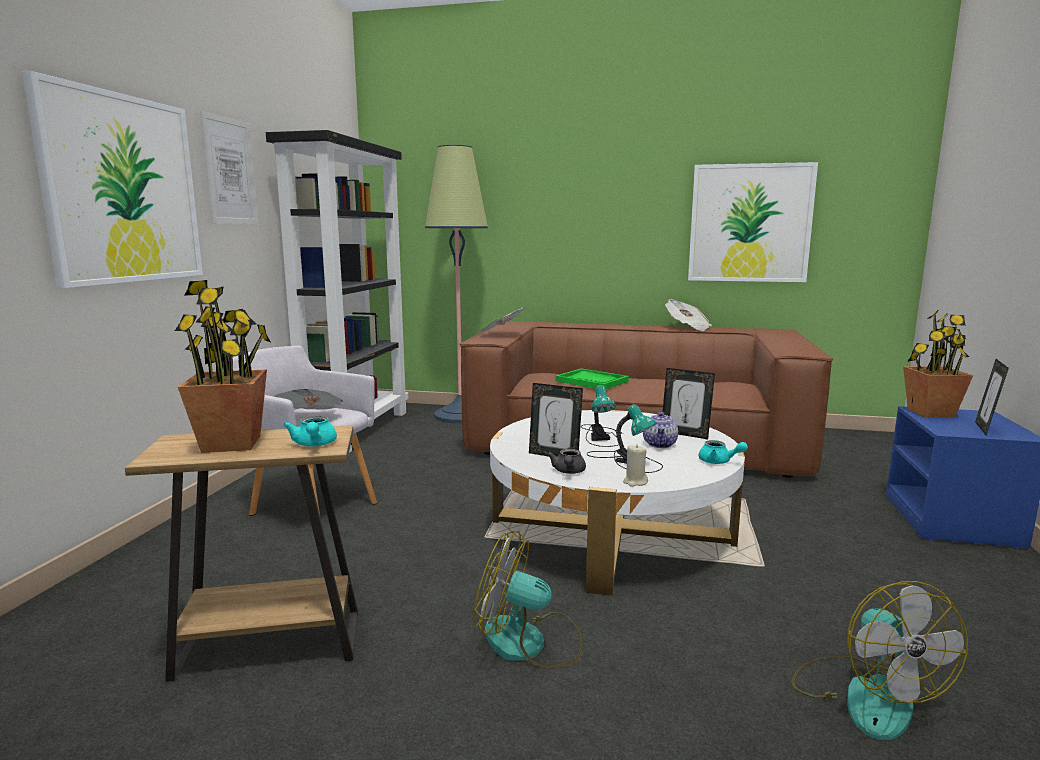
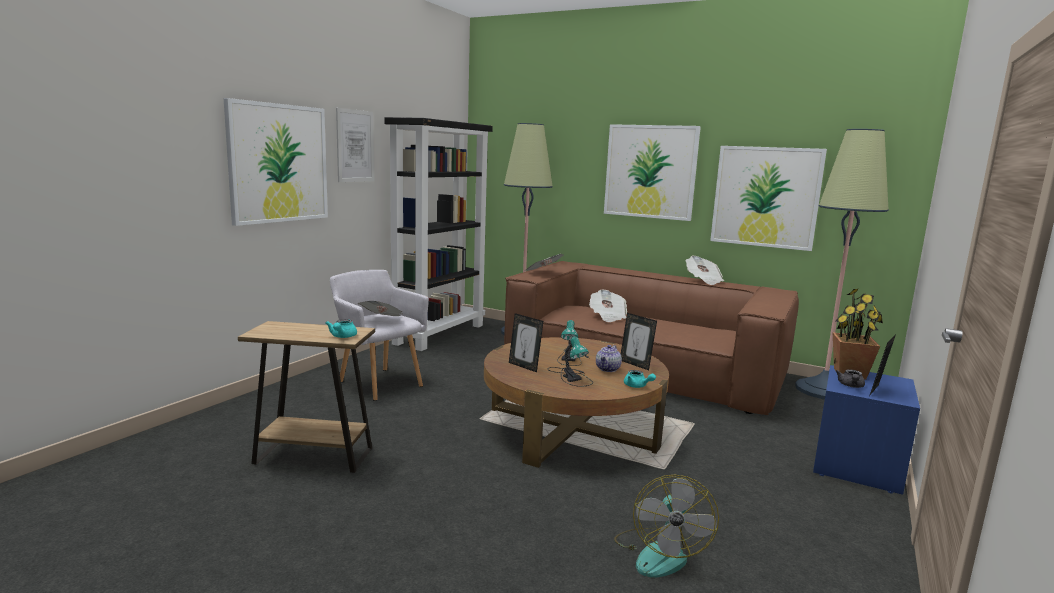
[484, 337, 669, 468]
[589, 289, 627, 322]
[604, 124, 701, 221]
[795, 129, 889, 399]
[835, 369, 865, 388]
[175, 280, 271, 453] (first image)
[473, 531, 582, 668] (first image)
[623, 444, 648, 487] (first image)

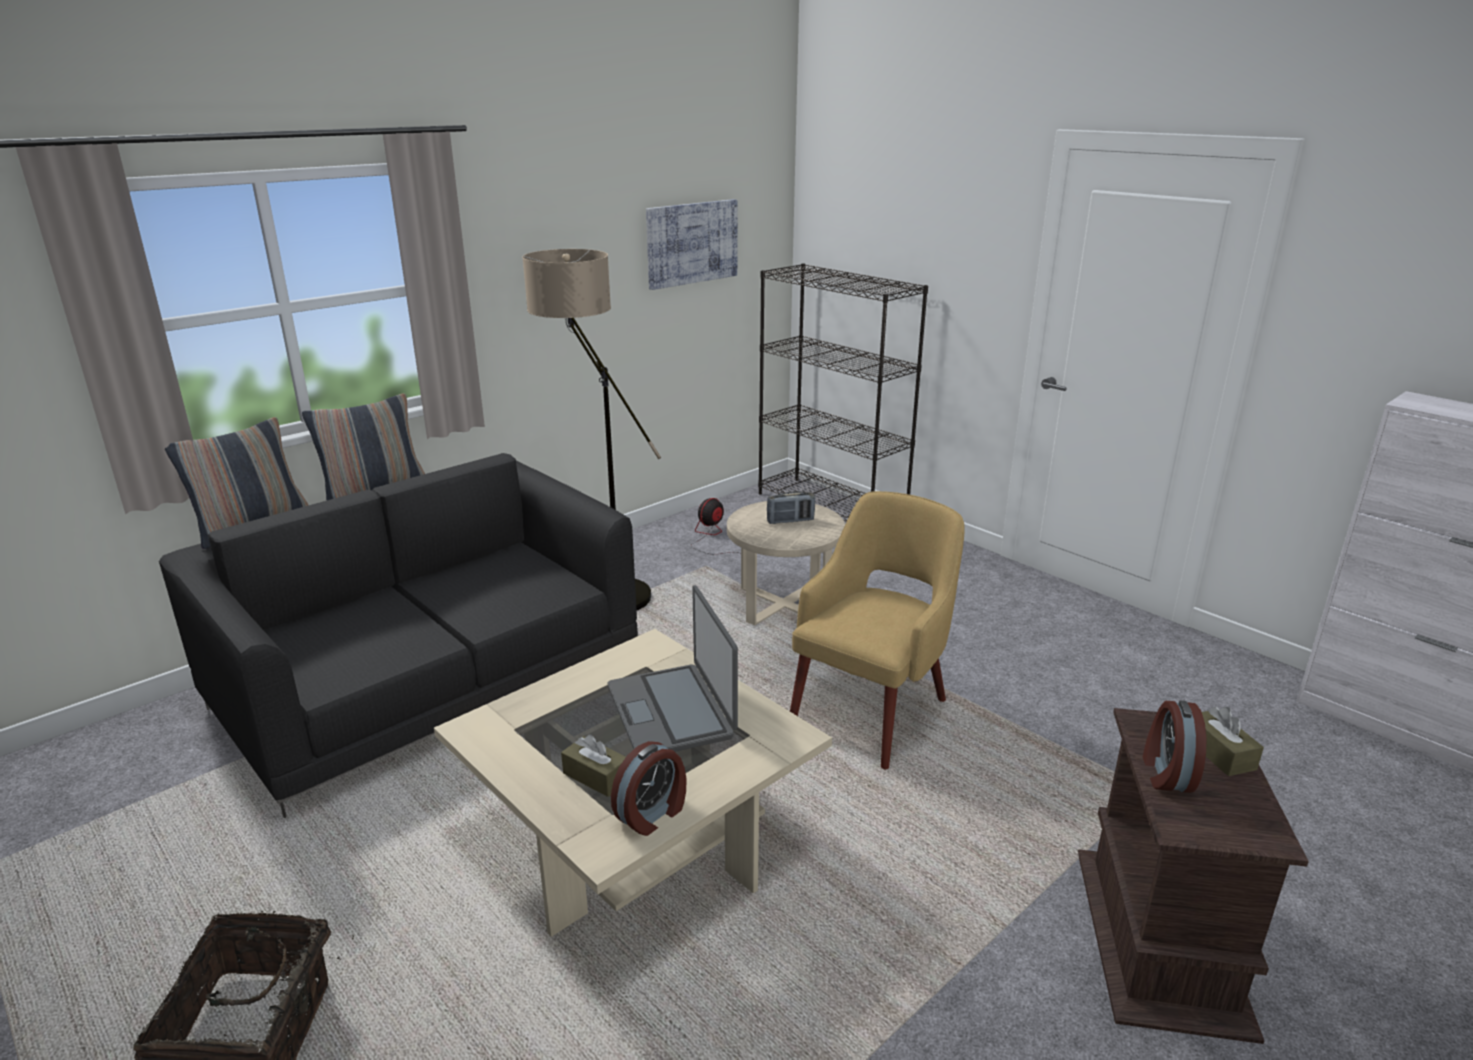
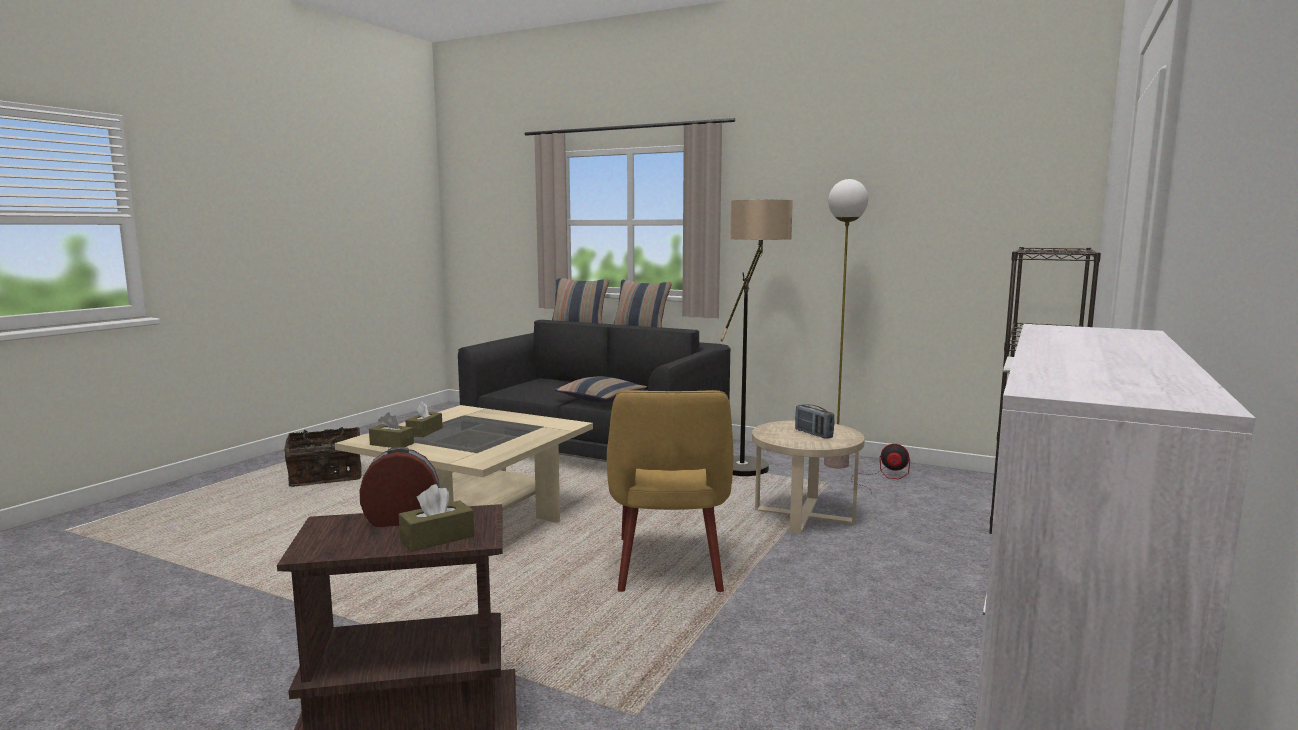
[369, 413, 414, 448]
[553, 377, 647, 402]
[607, 390, 733, 592]
[824, 179, 868, 468]
[608, 585, 738, 752] (first image)
[646, 199, 737, 290] (first image)

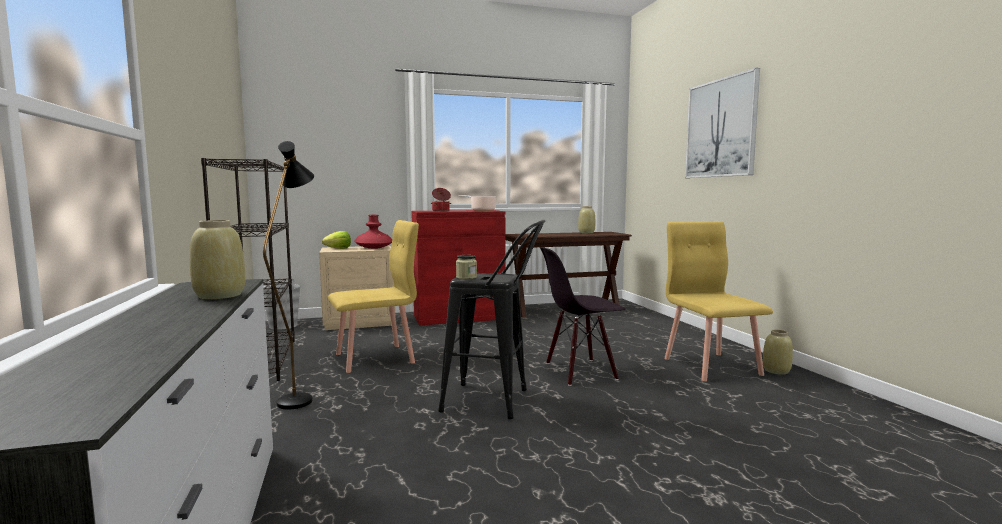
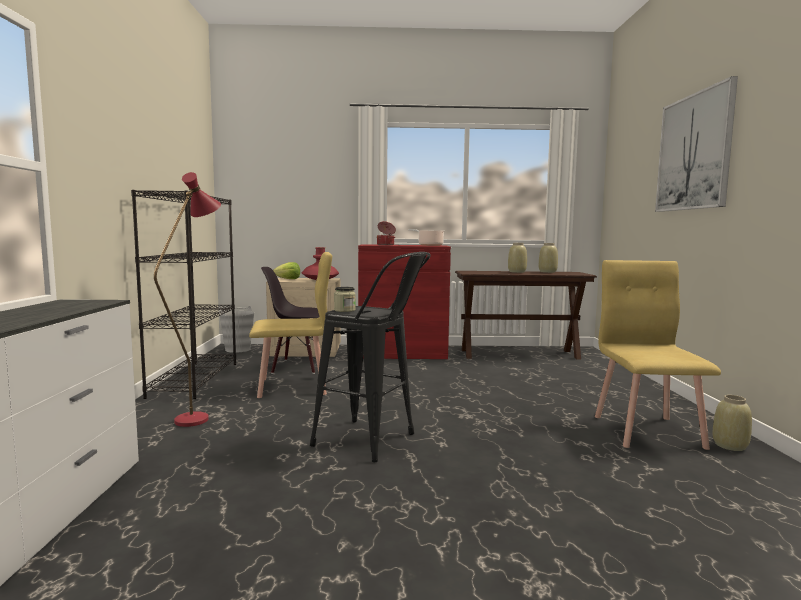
[154, 172, 221, 427]
[261, 267, 328, 374]
[508, 243, 527, 273]

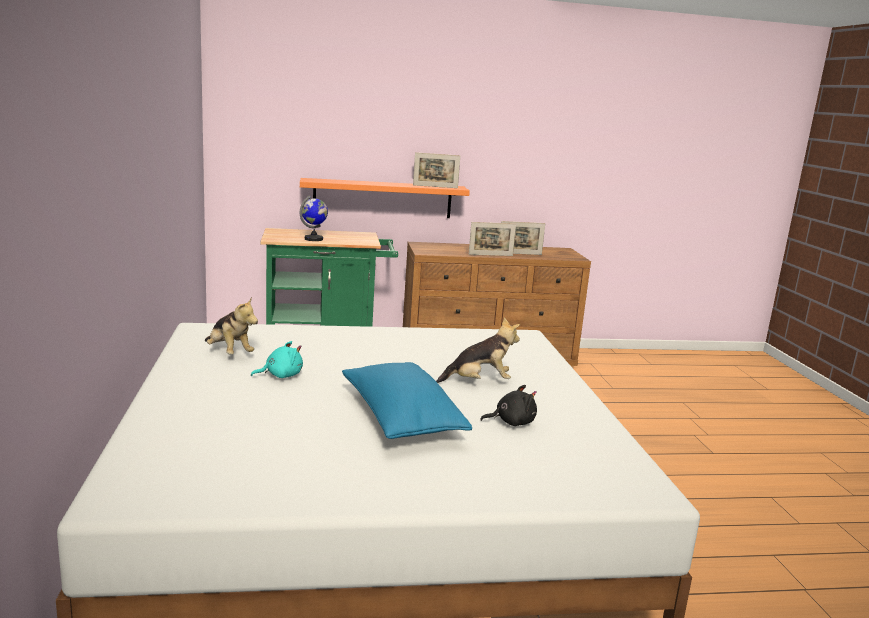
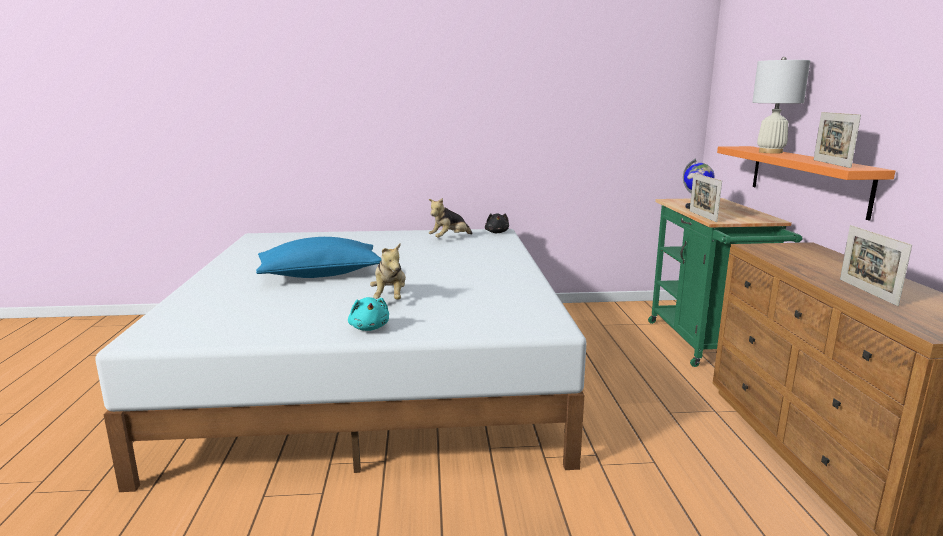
[348, 297, 389, 331]
[485, 213, 509, 233]
[690, 173, 722, 222]
[752, 57, 810, 153]

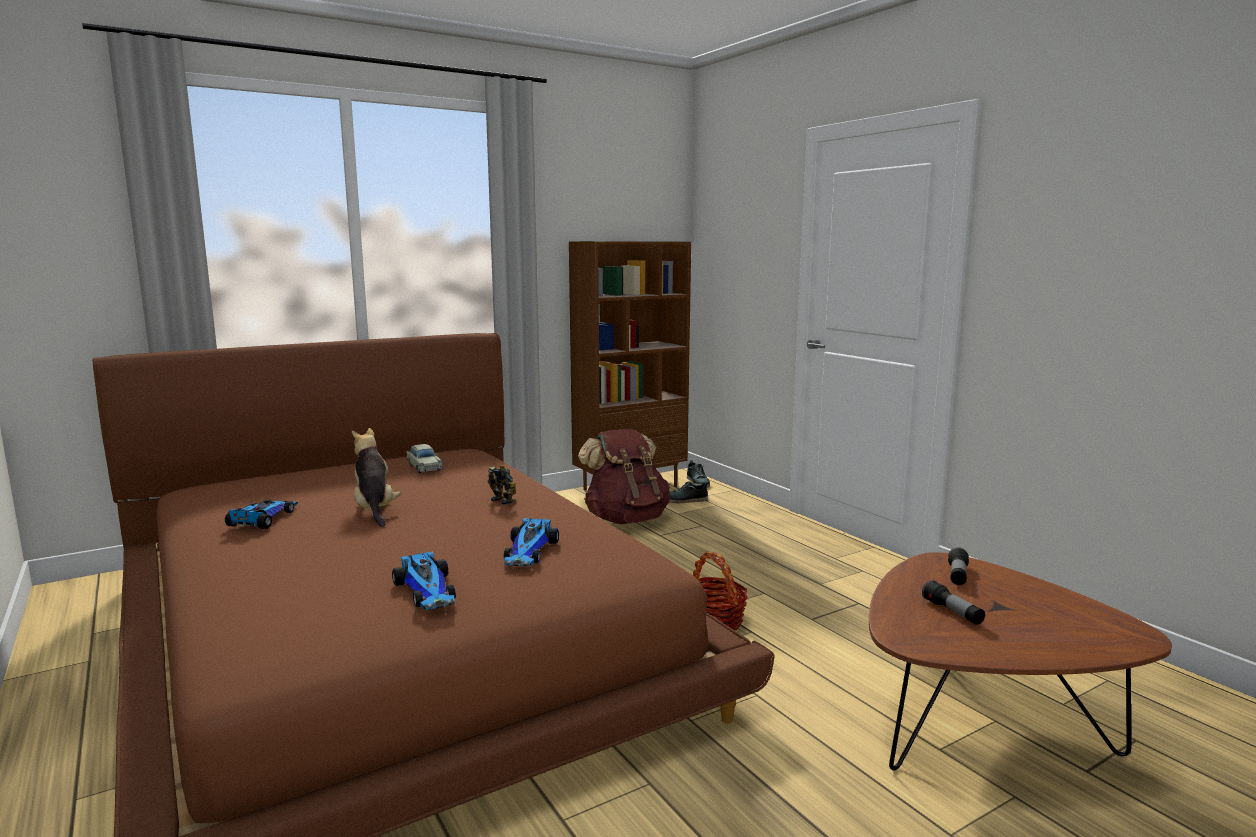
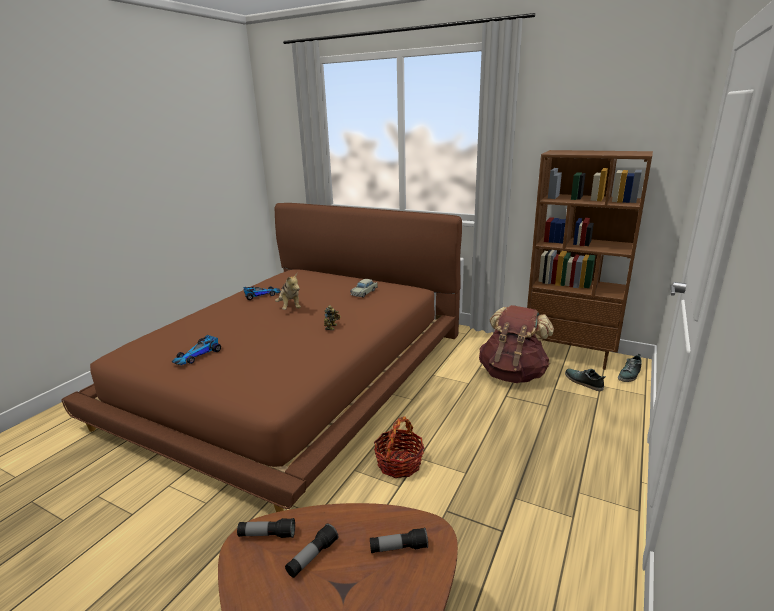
[237, 518, 295, 538]
[275, 273, 301, 310]
[503, 518, 559, 566] (first image)

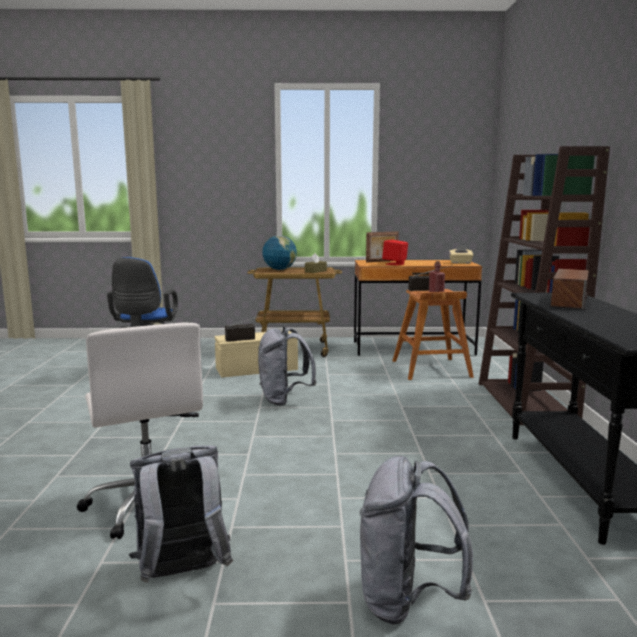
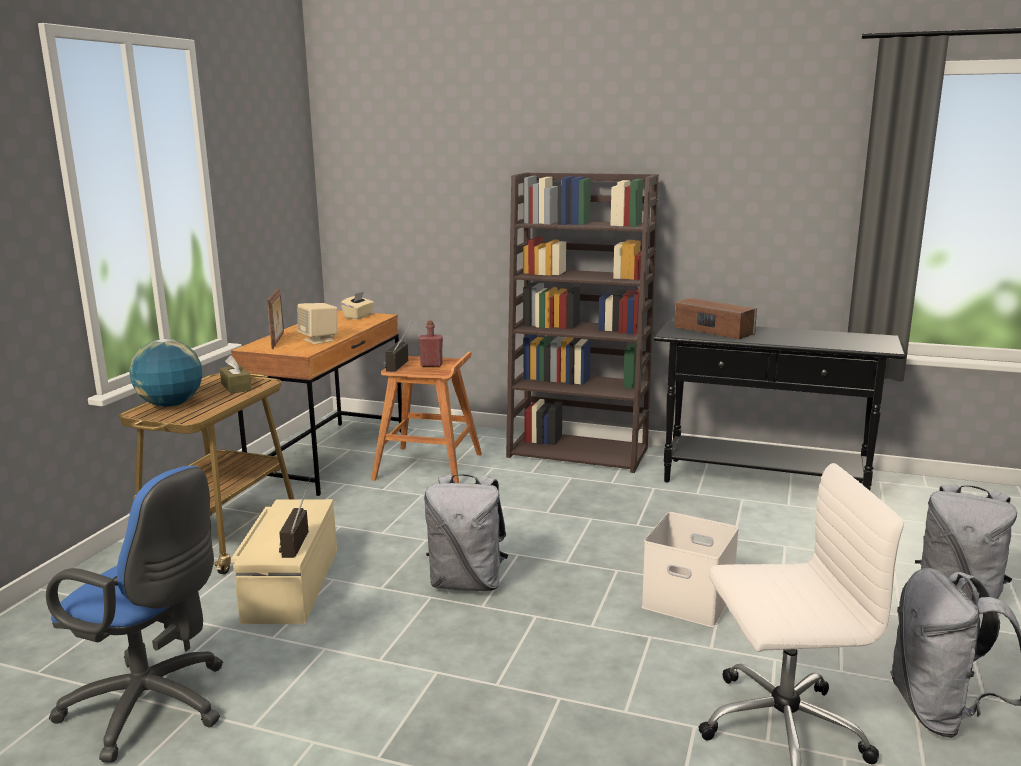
[298, 303, 337, 344]
[641, 512, 739, 627]

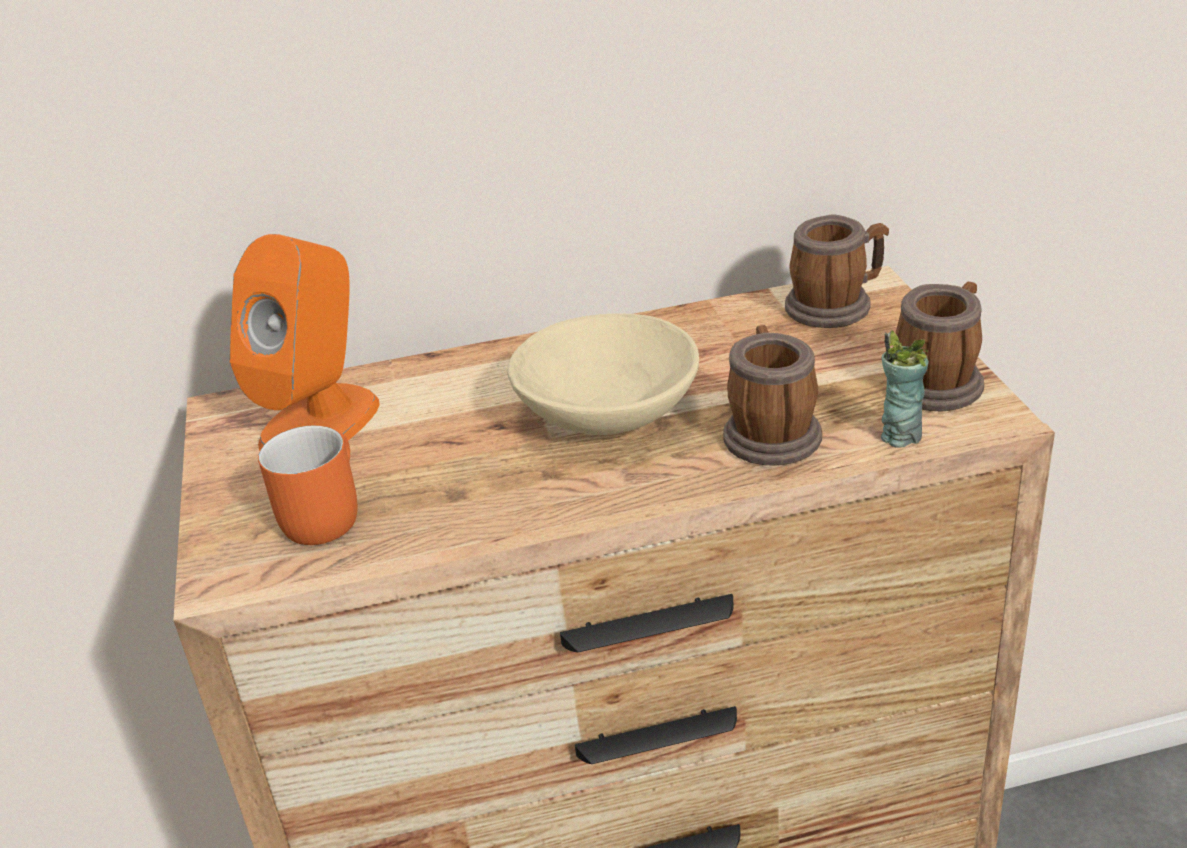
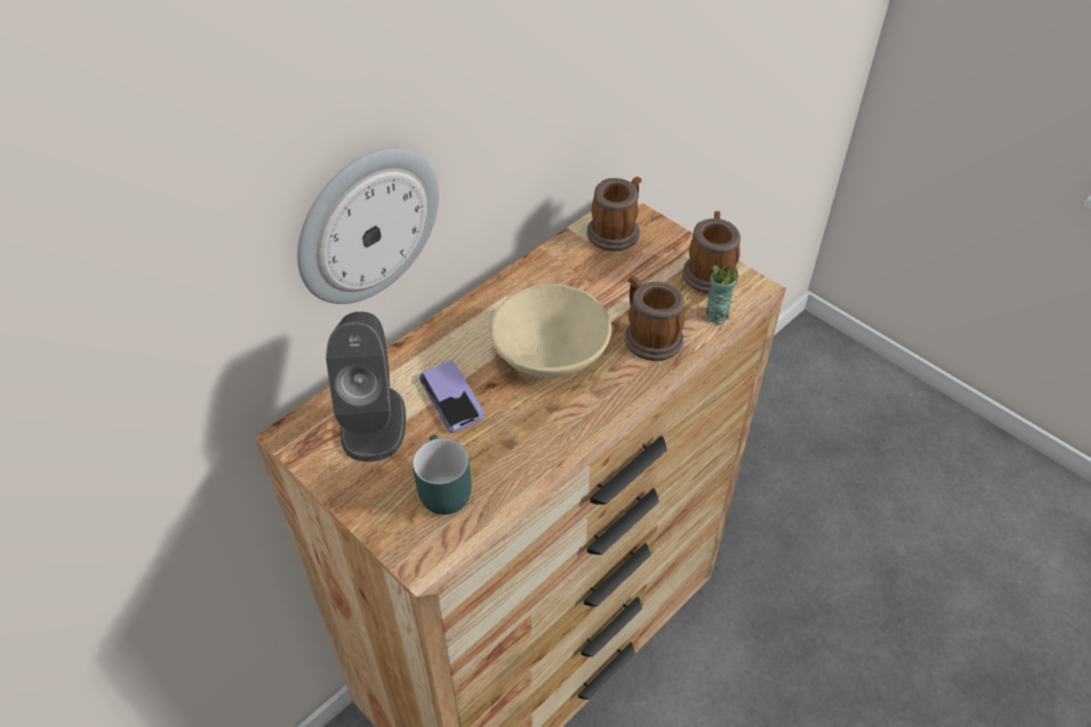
[297, 148, 439, 304]
[326, 312, 406, 462]
[412, 435, 471, 515]
[419, 361, 485, 433]

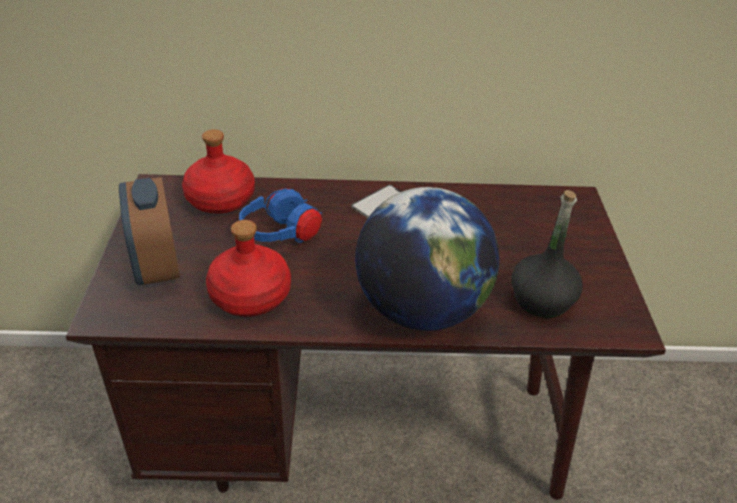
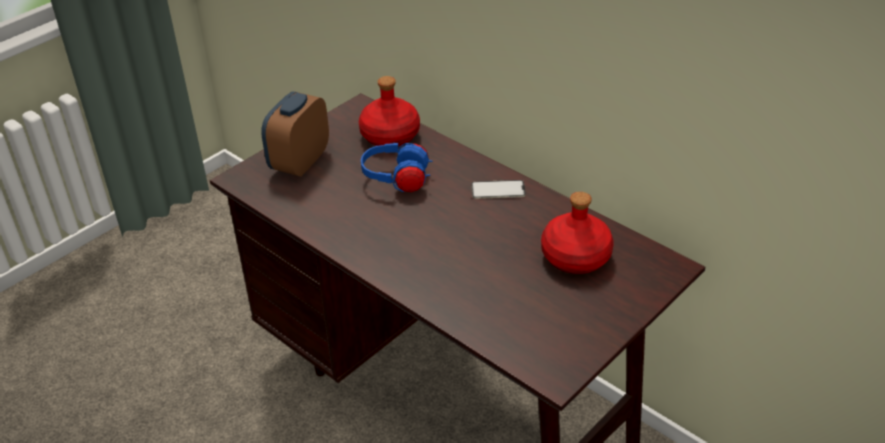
[541, 192, 614, 274]
[355, 187, 499, 331] (first image)
[511, 190, 583, 318] (first image)

